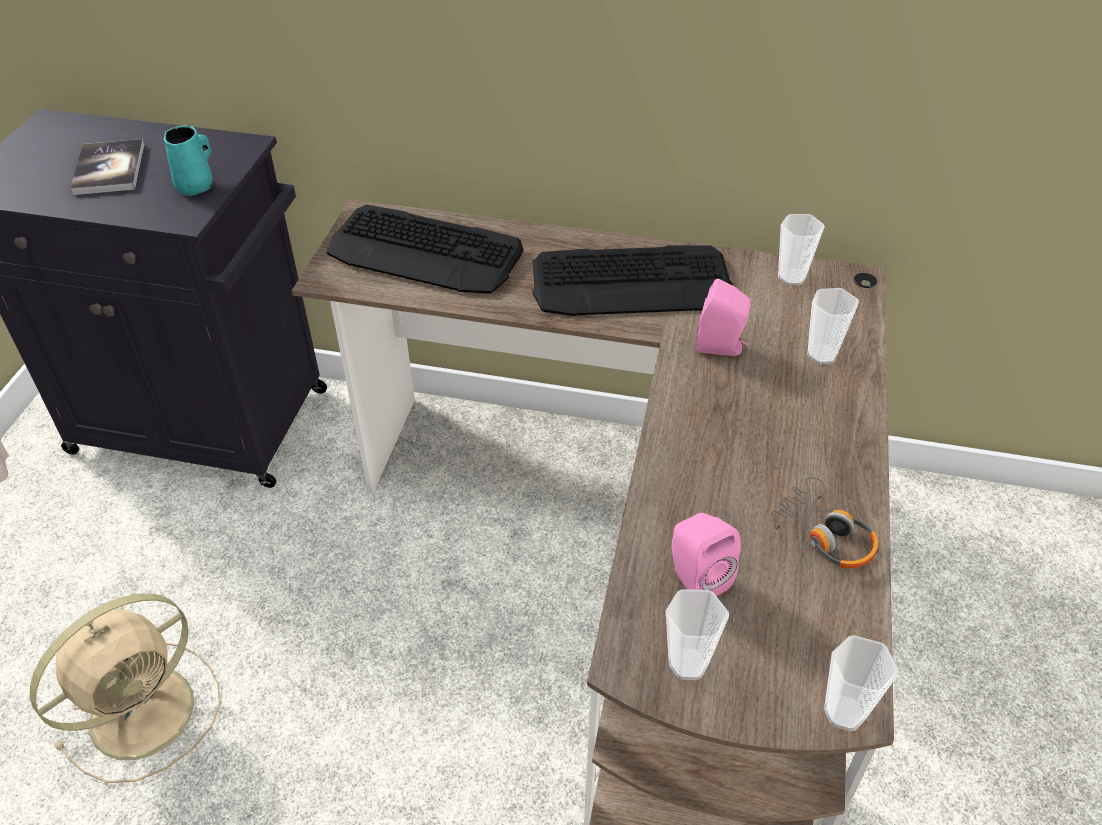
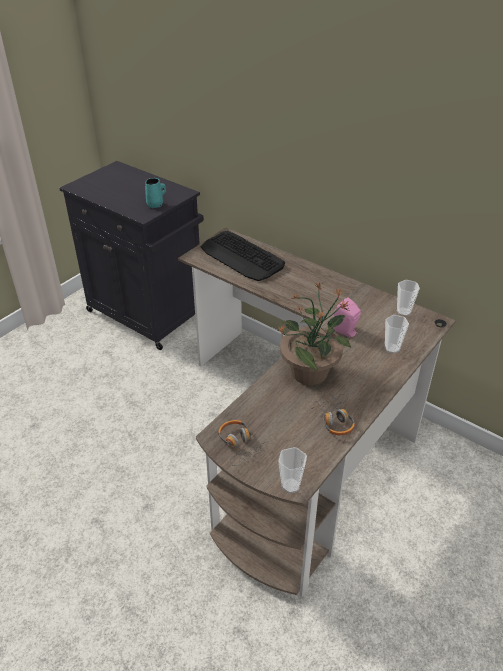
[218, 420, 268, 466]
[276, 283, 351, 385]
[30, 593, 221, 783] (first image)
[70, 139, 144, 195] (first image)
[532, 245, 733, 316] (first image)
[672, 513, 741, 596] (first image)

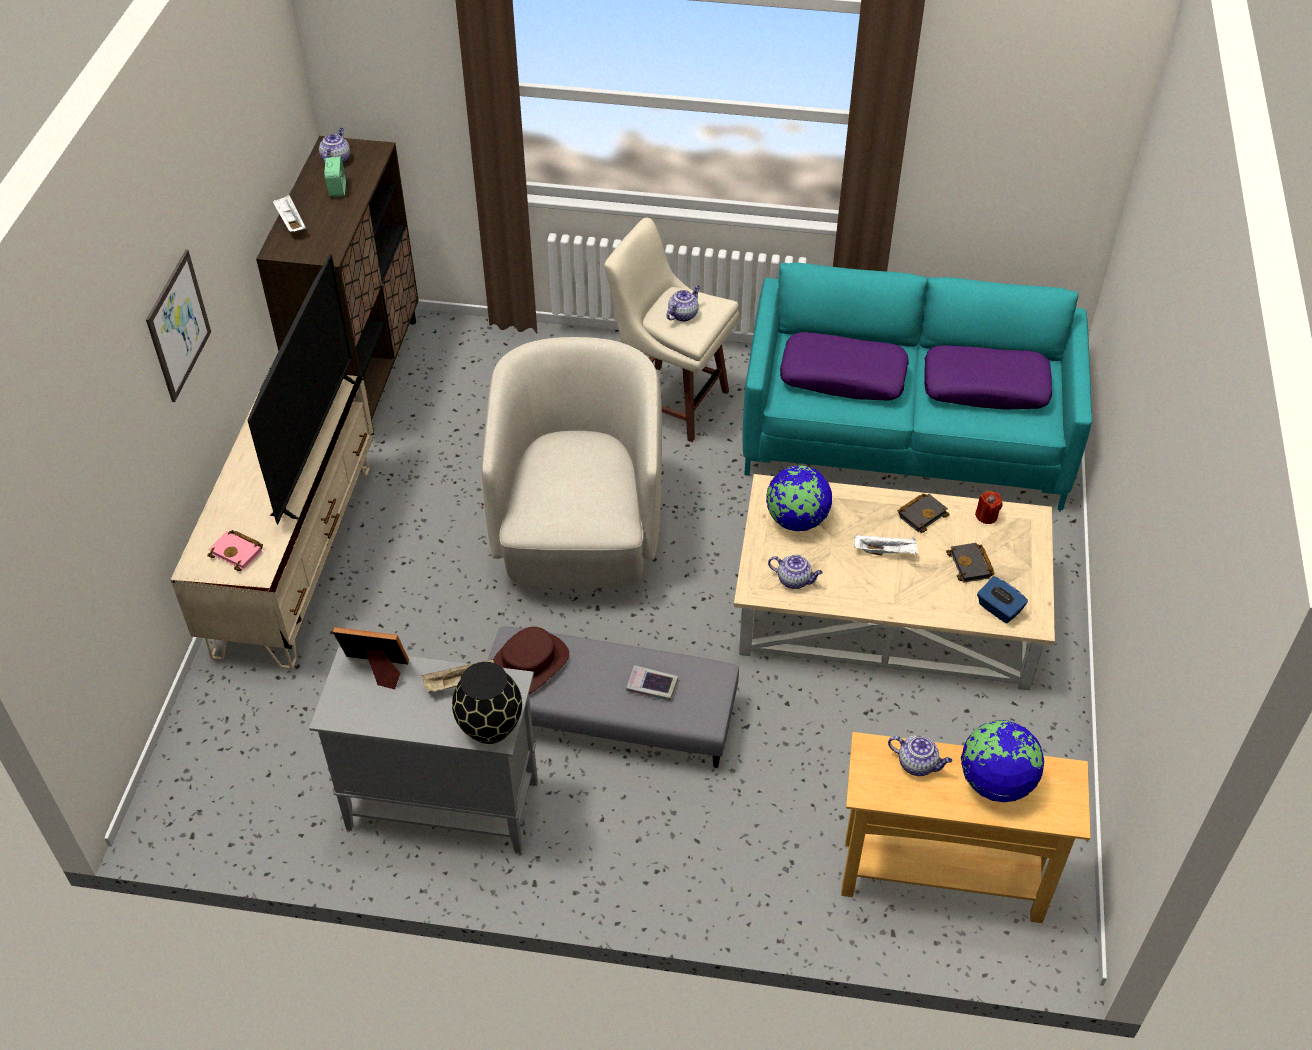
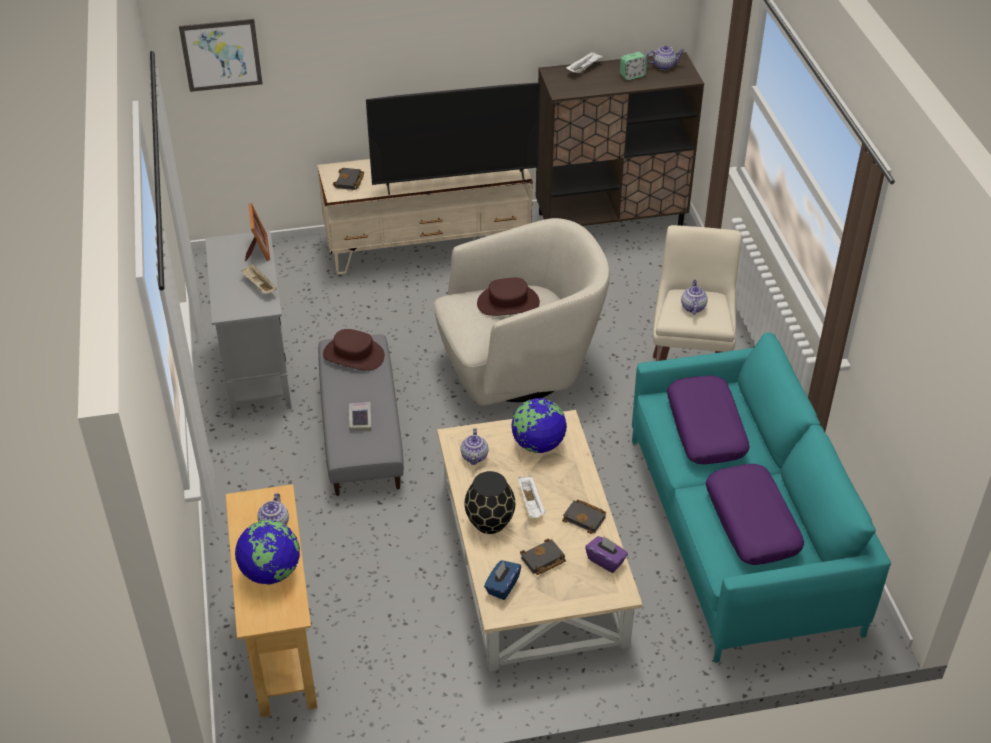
[179, 19, 263, 92]
[333, 168, 364, 190]
[464, 471, 515, 534]
[477, 277, 540, 316]
[585, 536, 628, 573]
[681, 280, 708, 315]

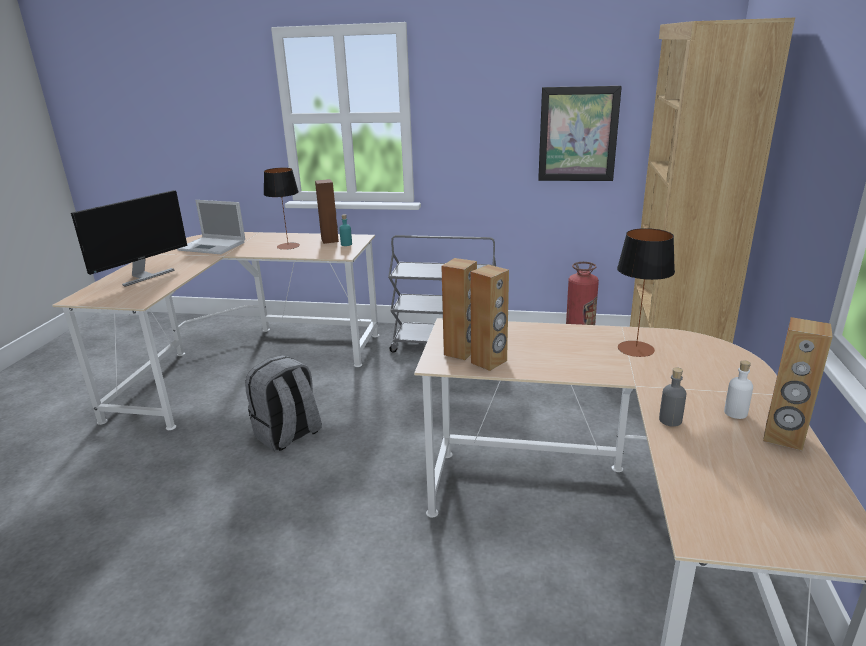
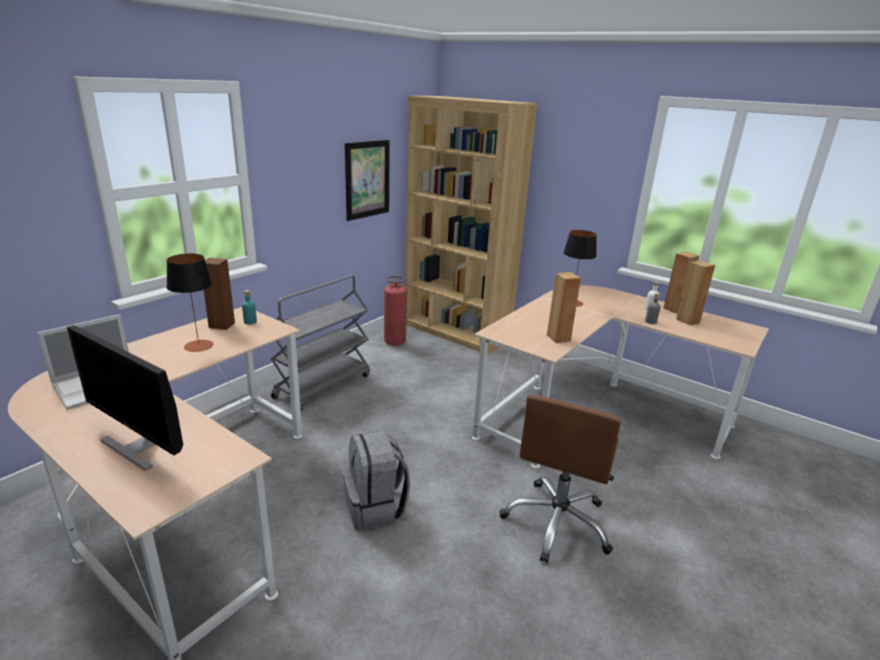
[67, 325, 183, 471]
[500, 395, 621, 563]
[676, 260, 715, 326]

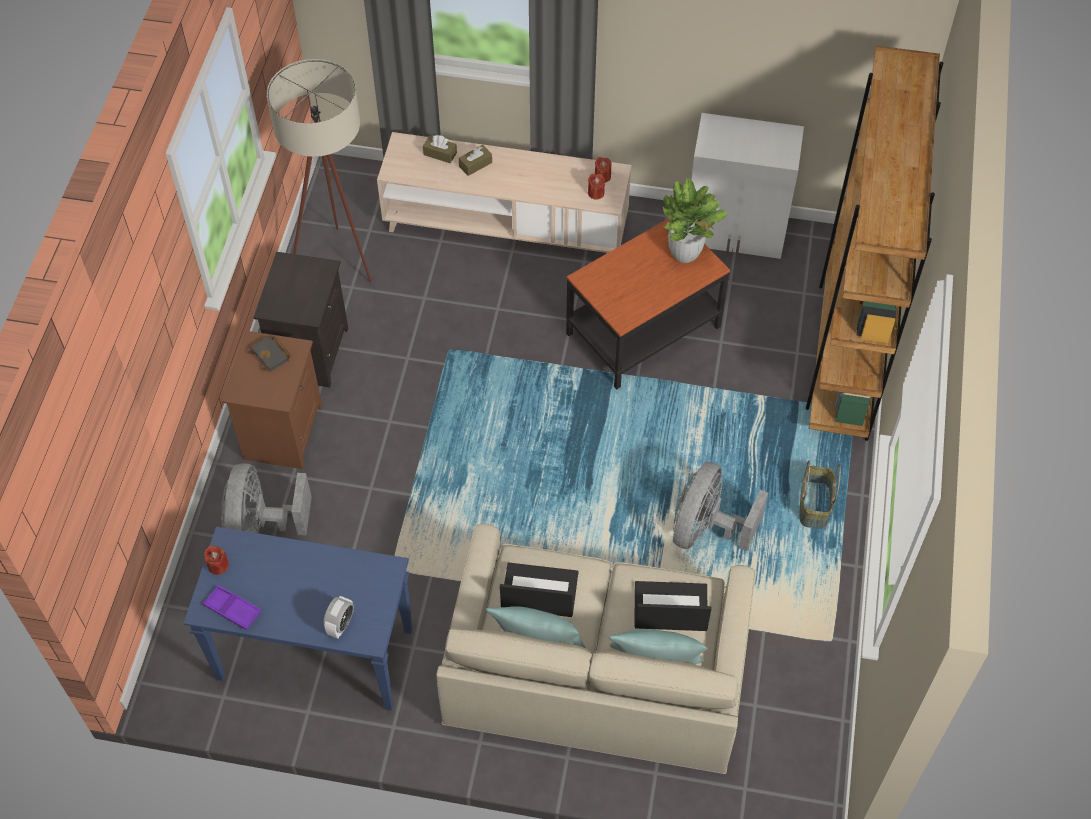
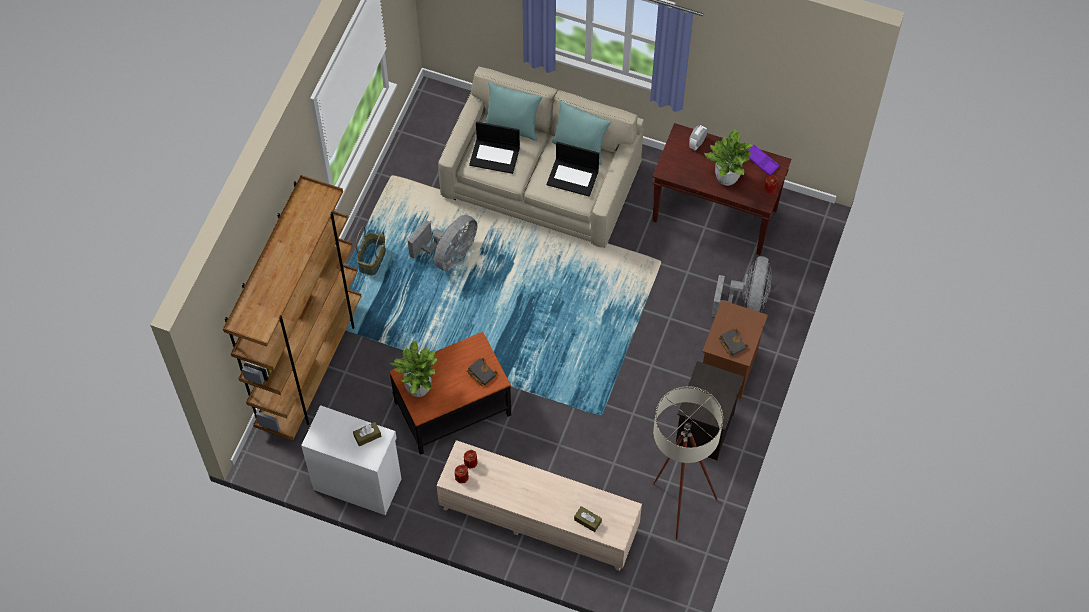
[353, 422, 381, 447]
[467, 358, 498, 386]
[653, 123, 791, 255]
[704, 130, 753, 186]

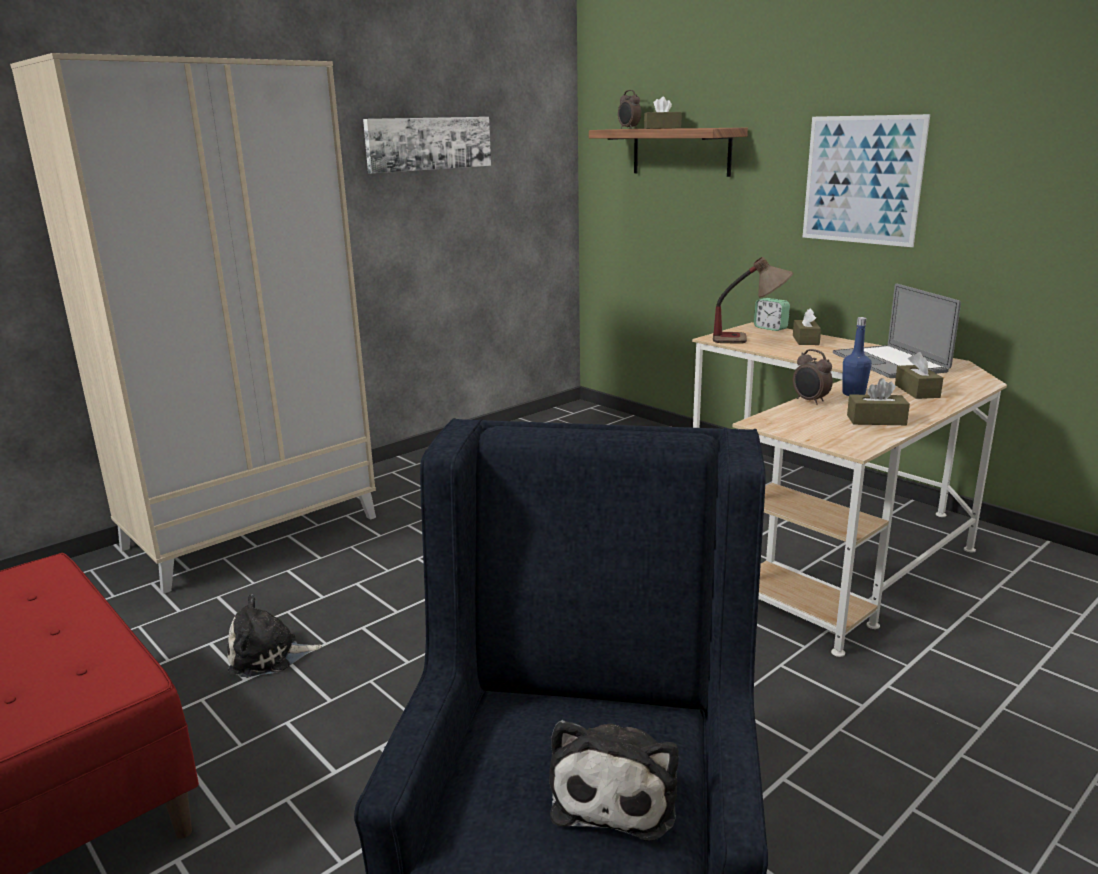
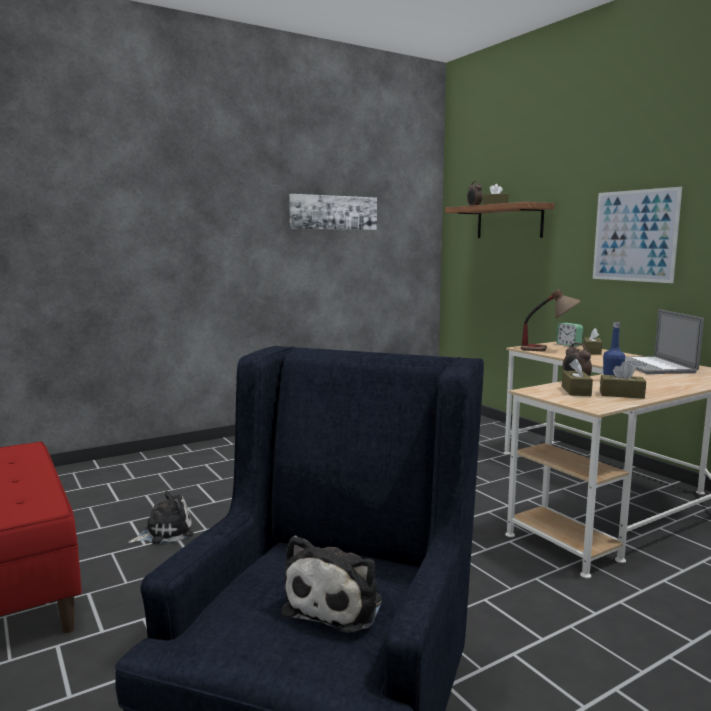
[128, 491, 194, 544]
[562, 358, 593, 396]
[10, 53, 376, 594] (first image)

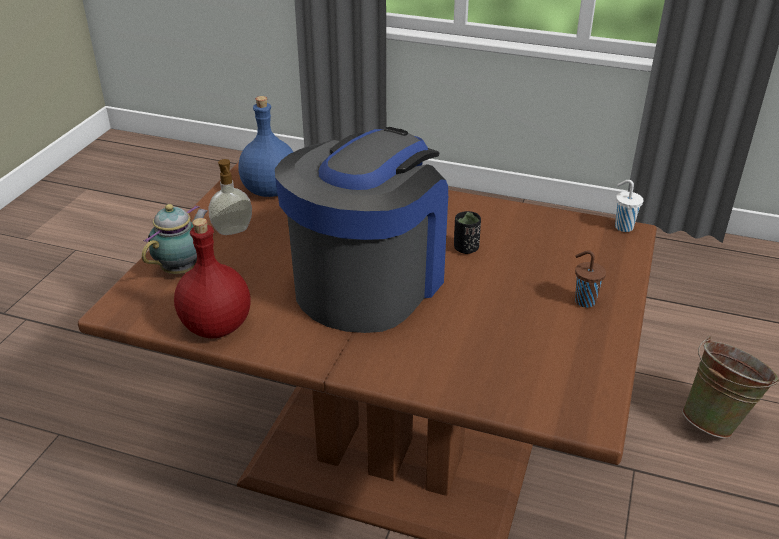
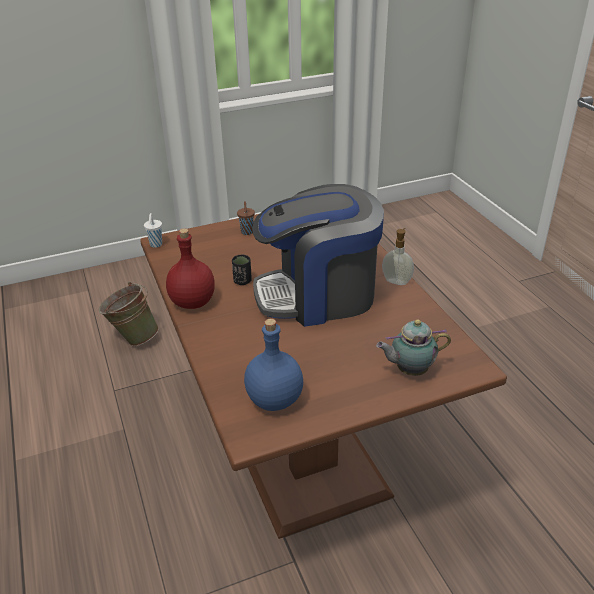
[166, 228, 215, 309]
[382, 228, 414, 285]

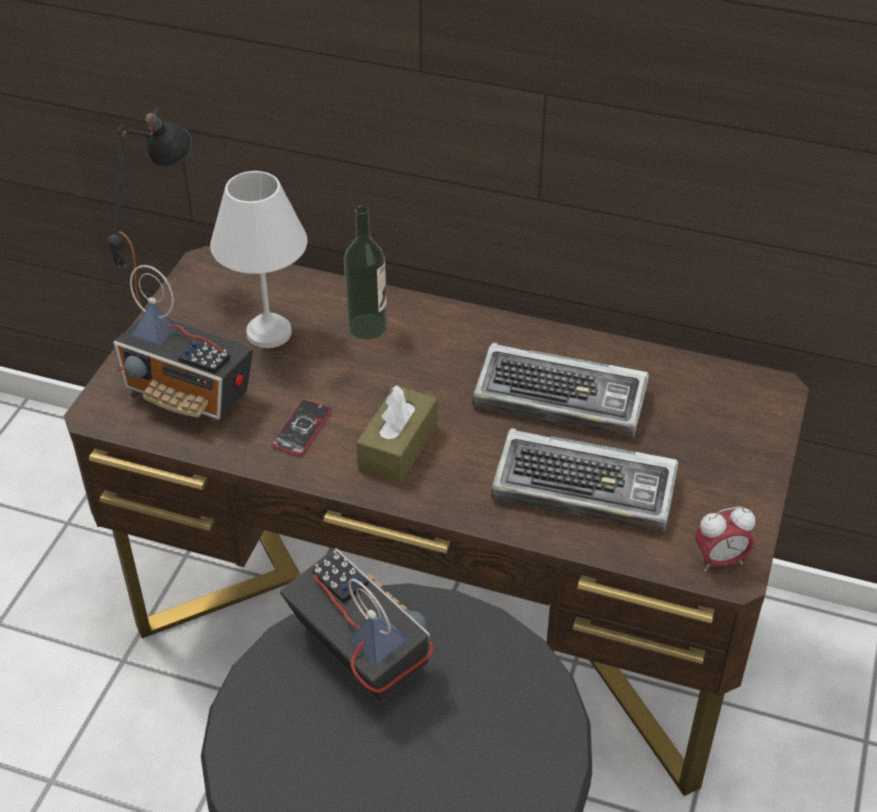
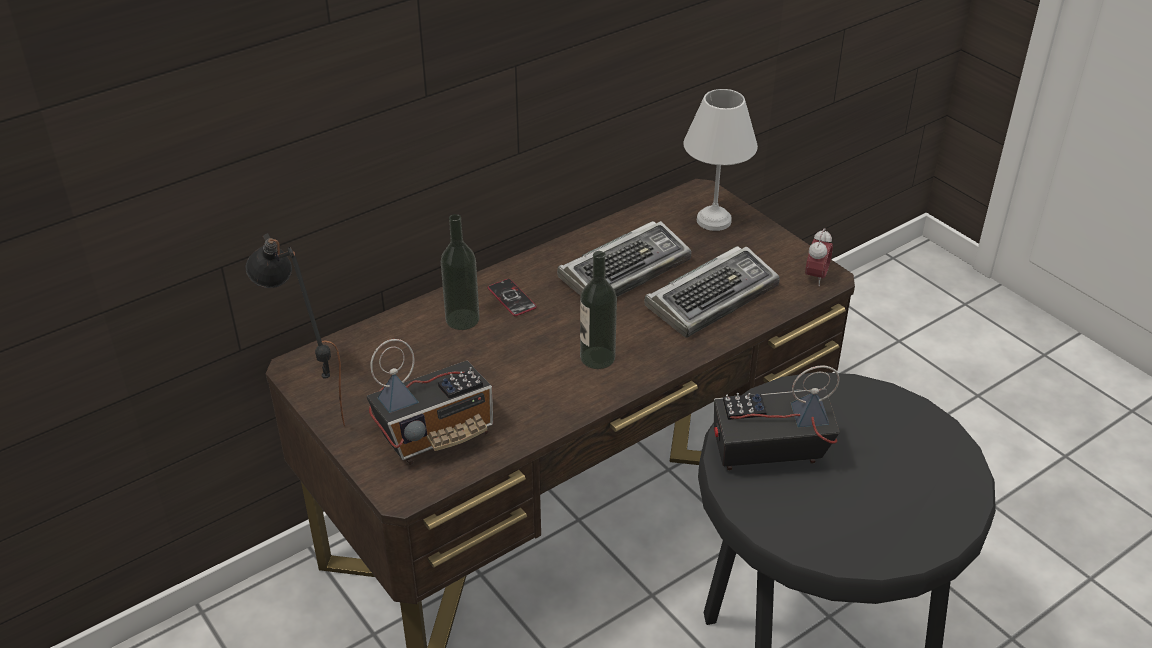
[488, 279, 537, 316]
[580, 251, 617, 369]
[684, 89, 758, 231]

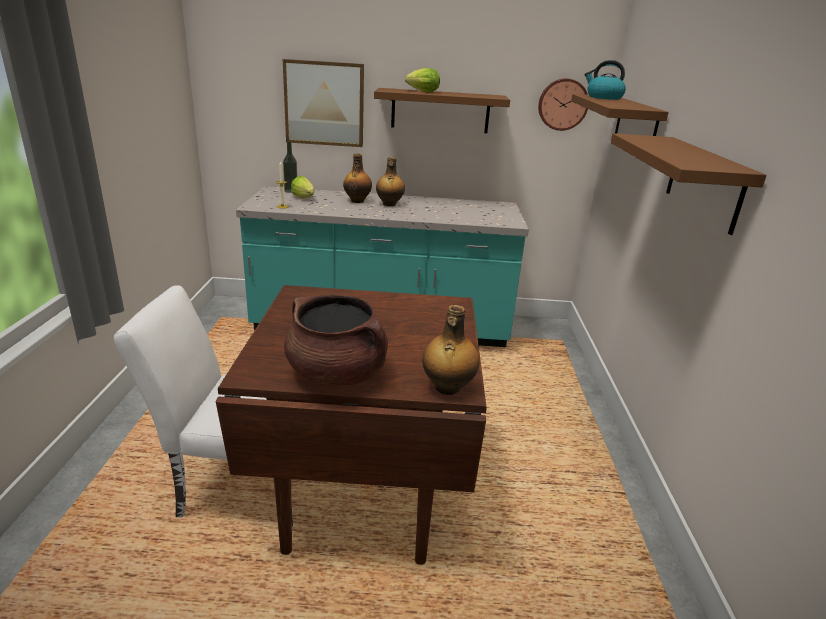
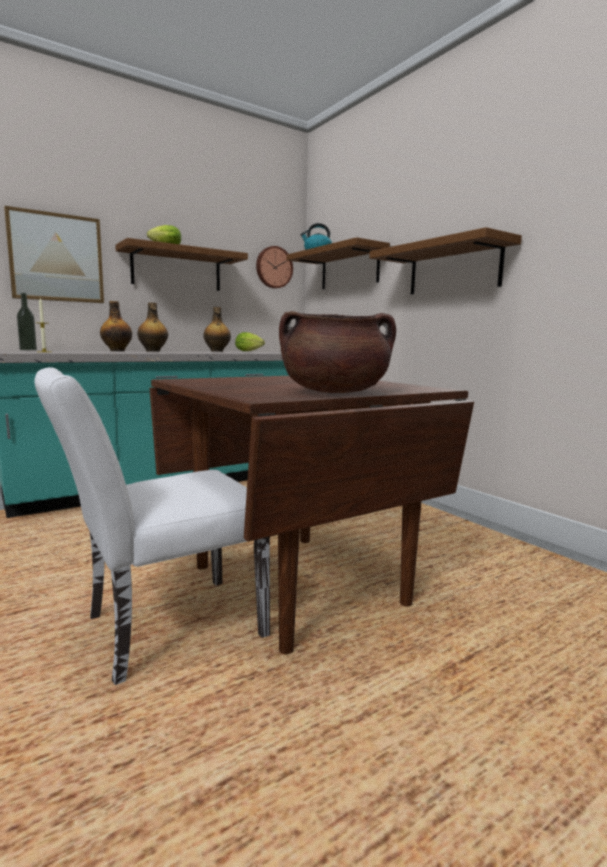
[203, 307, 231, 352]
[235, 332, 265, 351]

